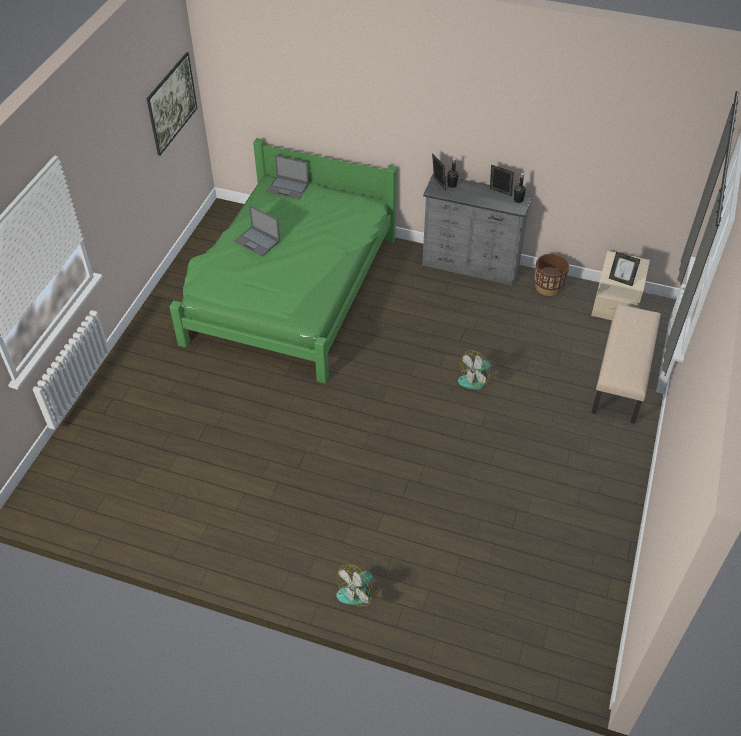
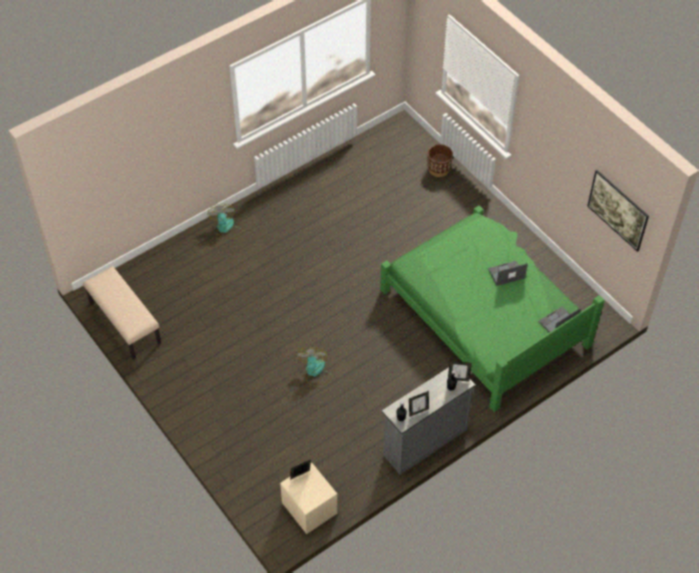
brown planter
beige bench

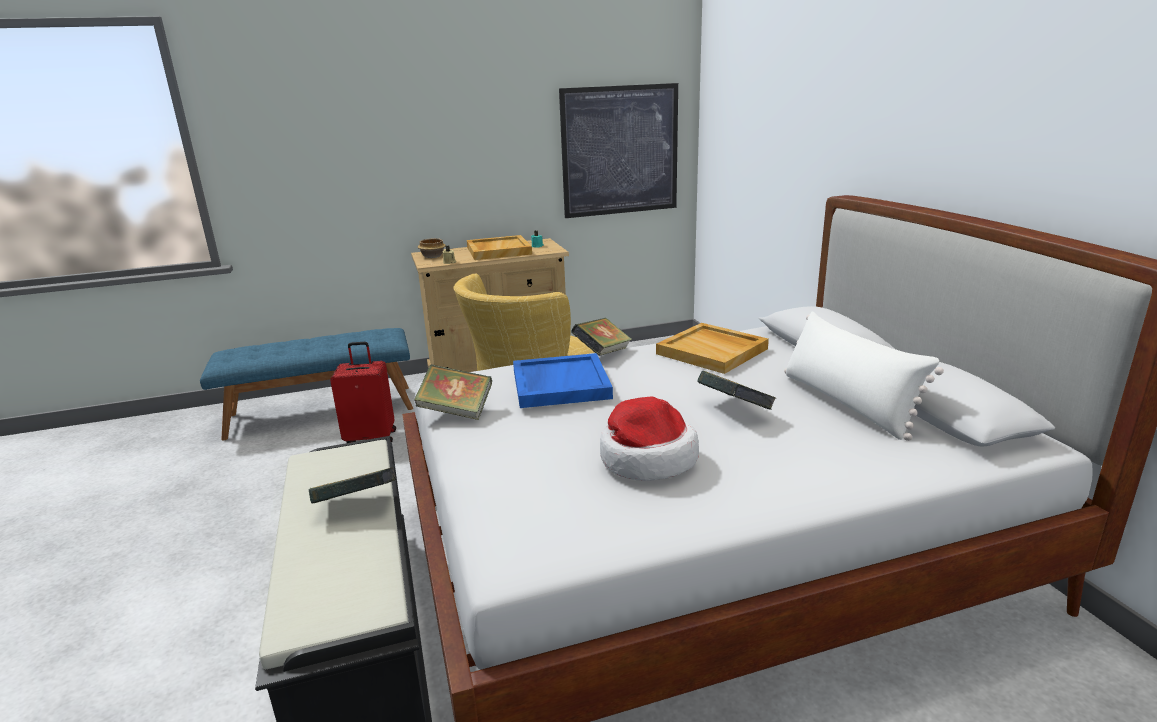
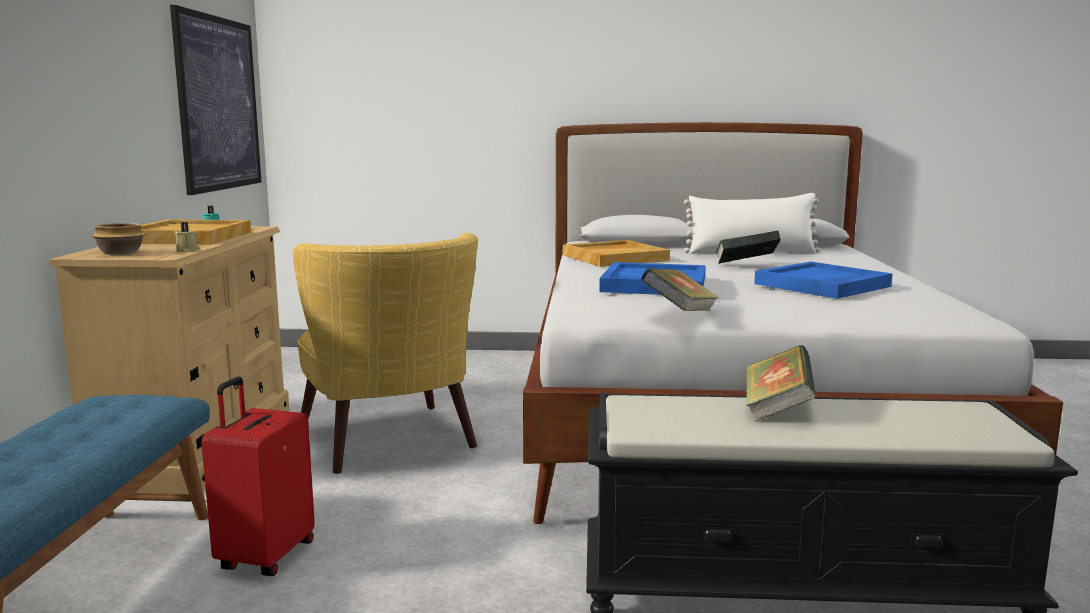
book (no. 3 from left in the first image)
blue tray (no. 2 from left)

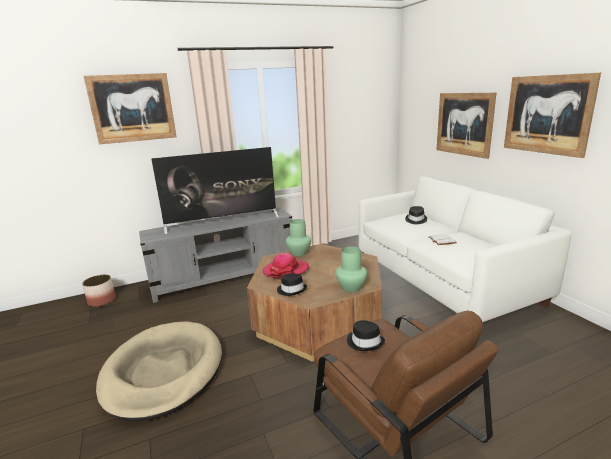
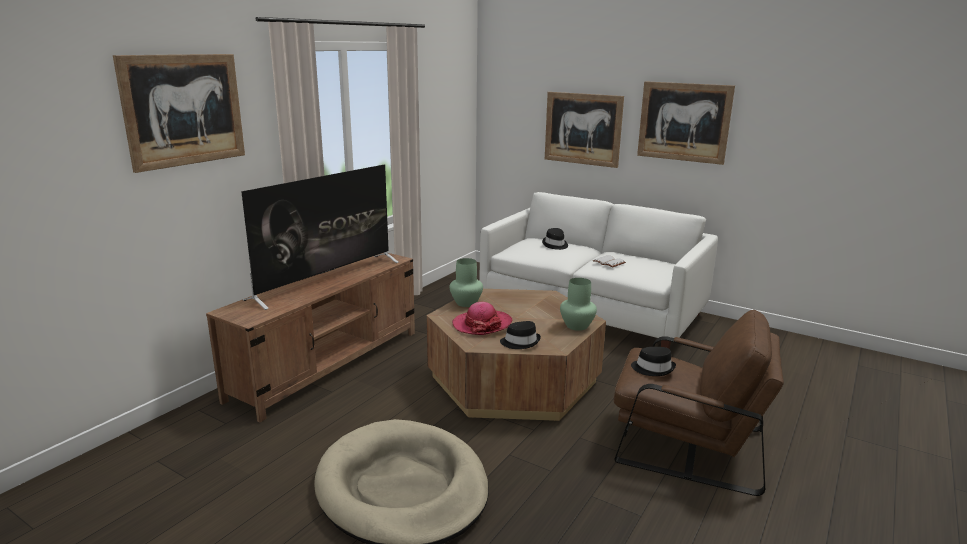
brown tv stand
planter

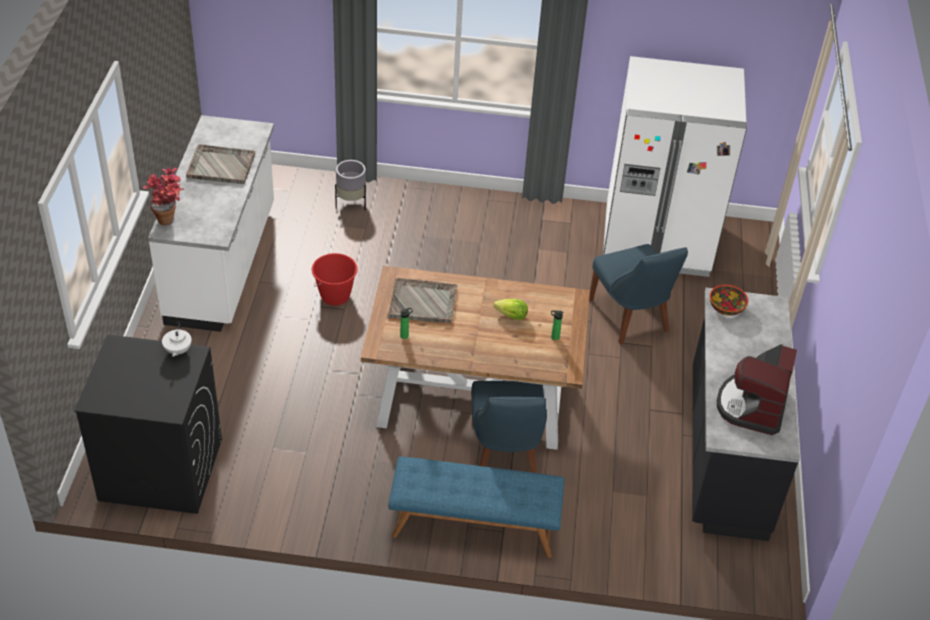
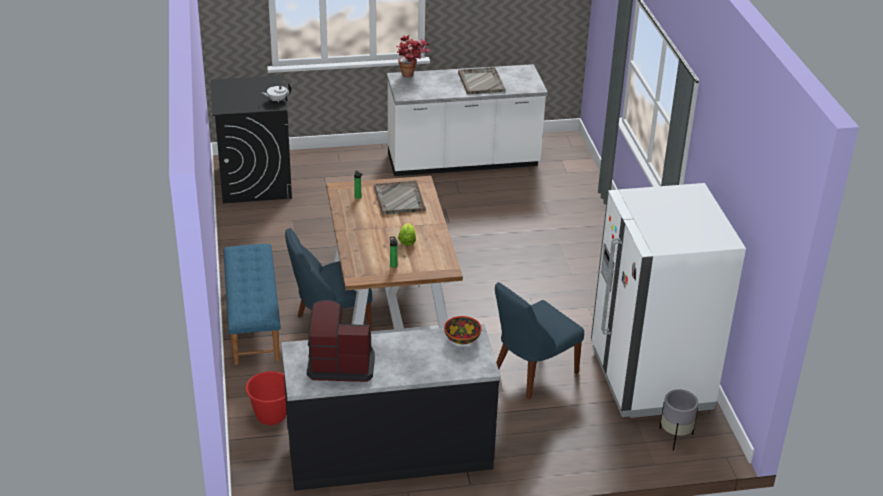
grey planter
red bucket

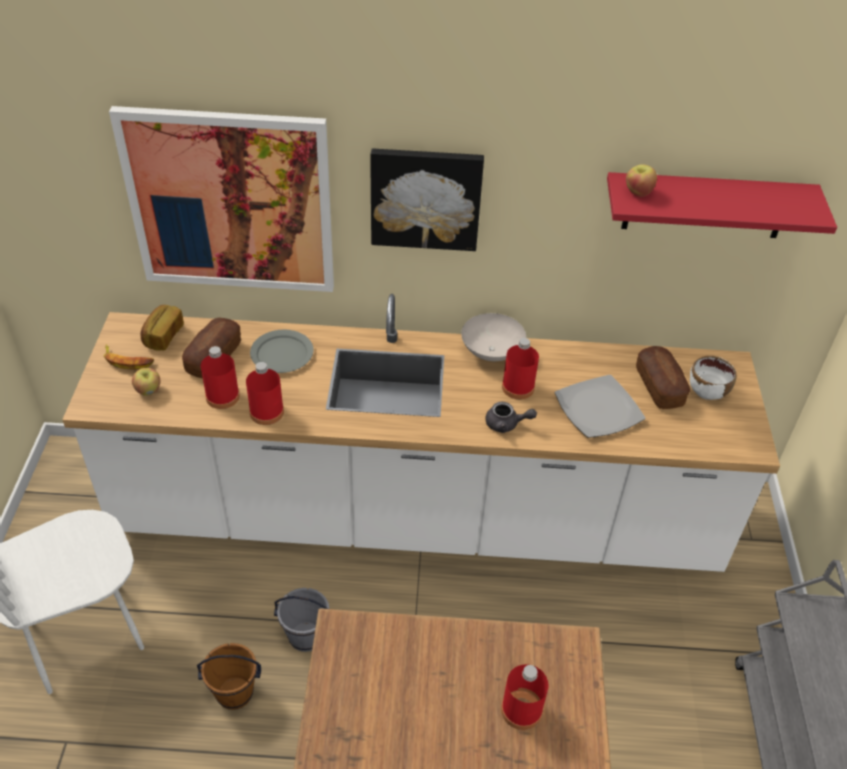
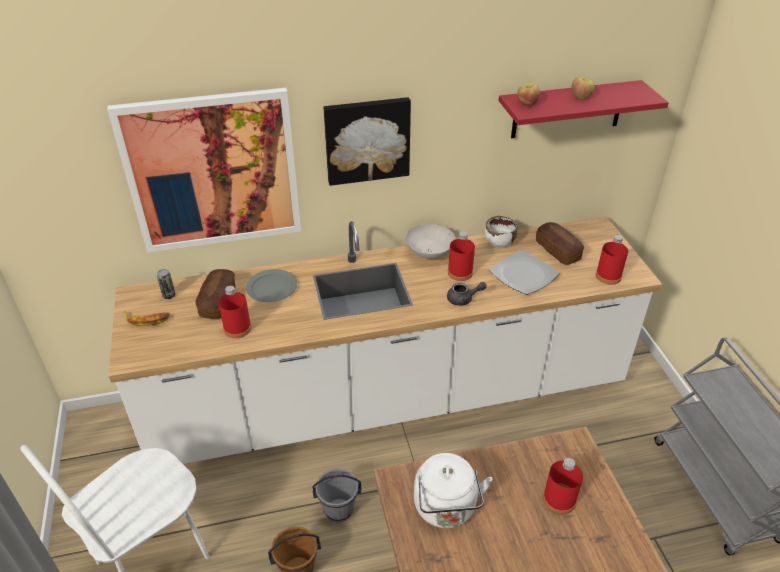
can
white bowl (no. 2 from left)
red bottle (no. 4 from left)
apple (no. 2 from left)
white kettle

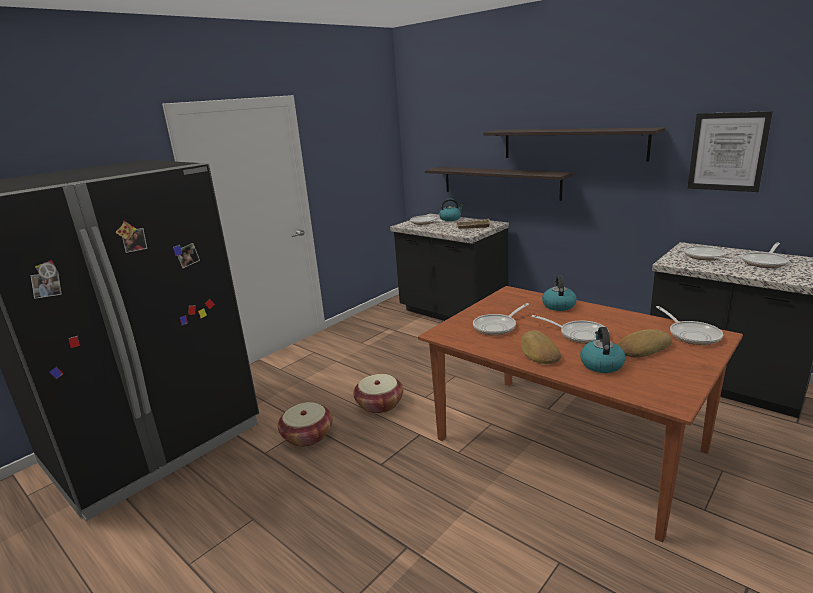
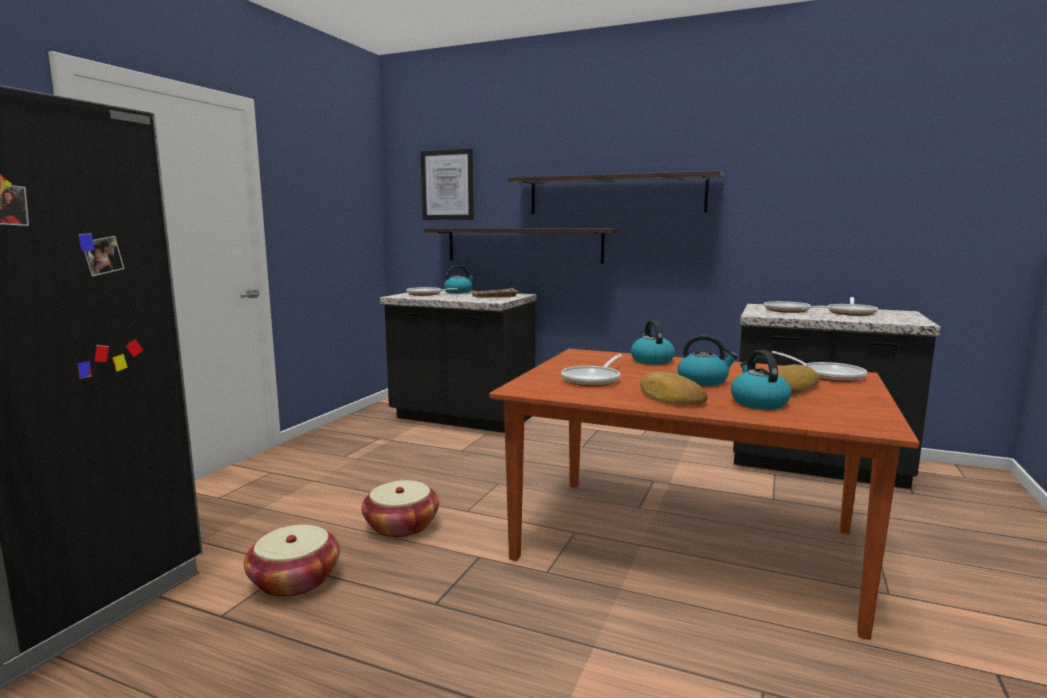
picture
kettle (no. 3 from left)

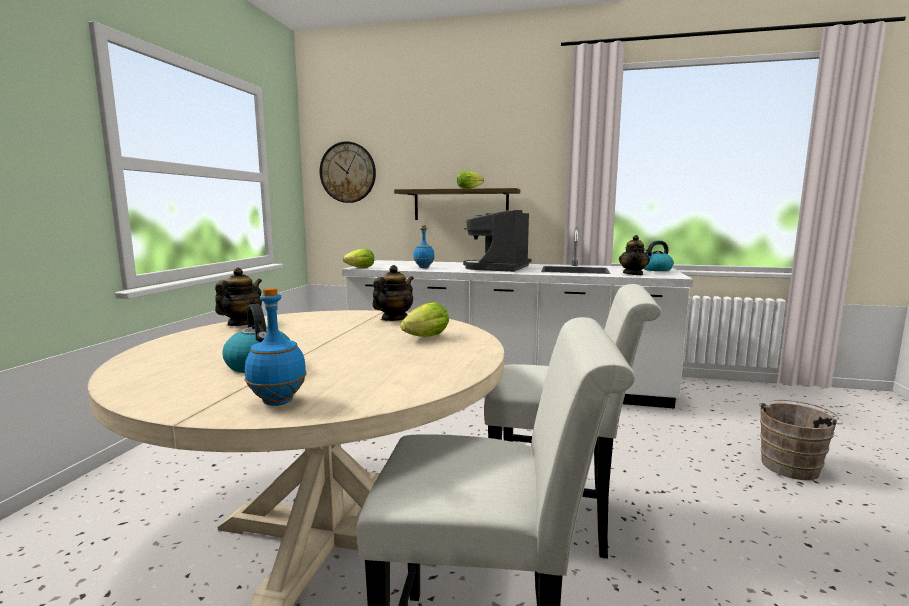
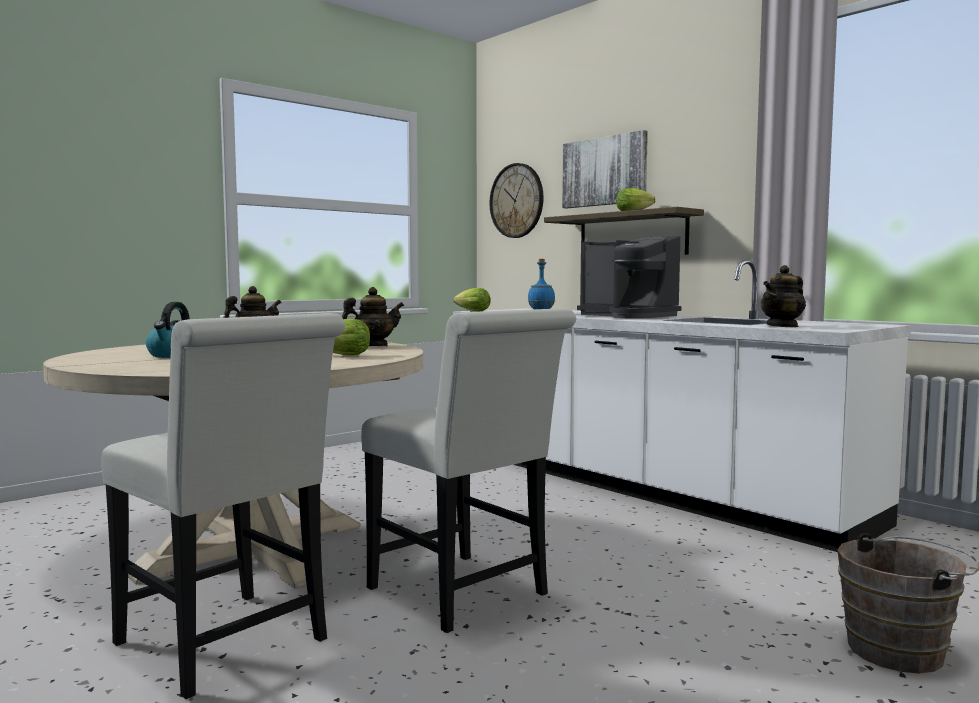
coffee machine
kettle (no. 2 from left in the first image)
blue bottle (no. 1 from left in the first image)
picture

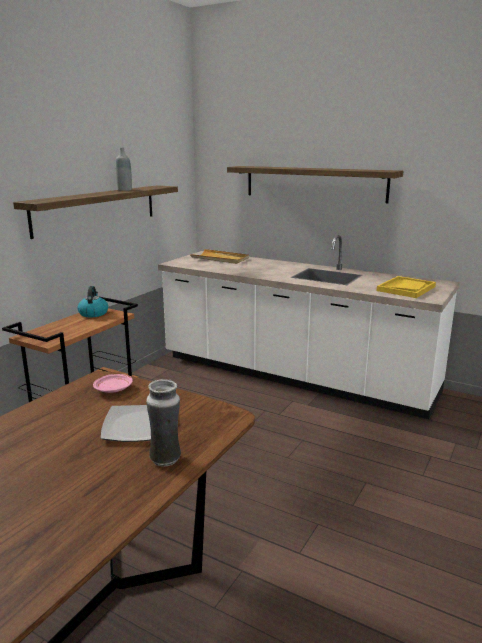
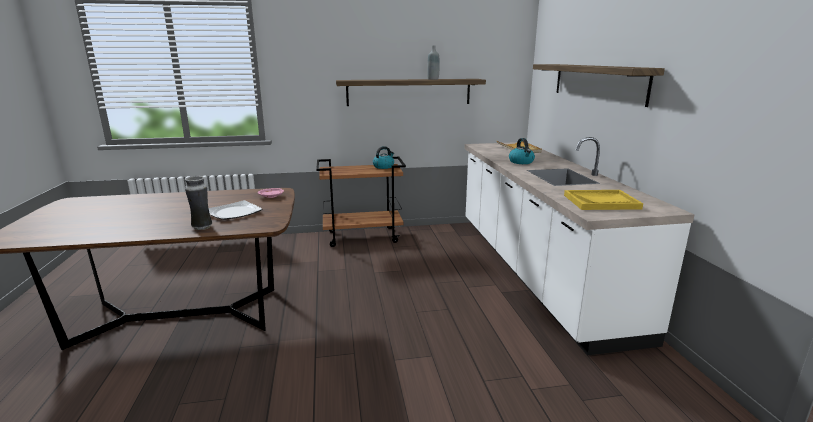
kettle (no. 2 from left)

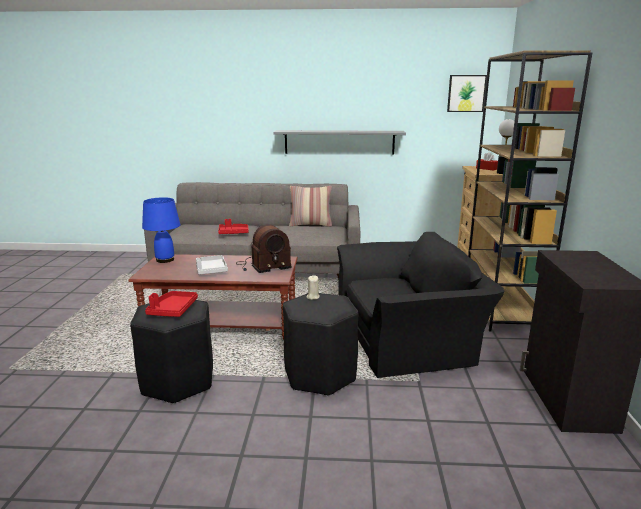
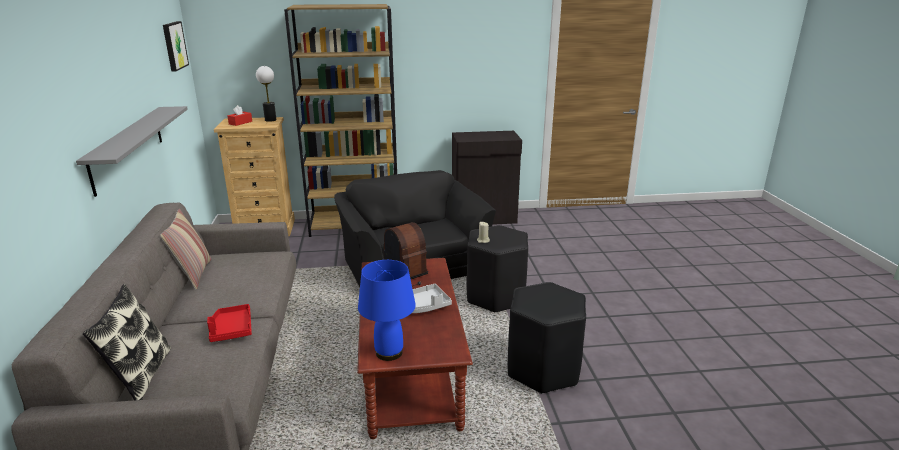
red tray (no. 1 from left in the first image)
pillow (no. 1 from left)

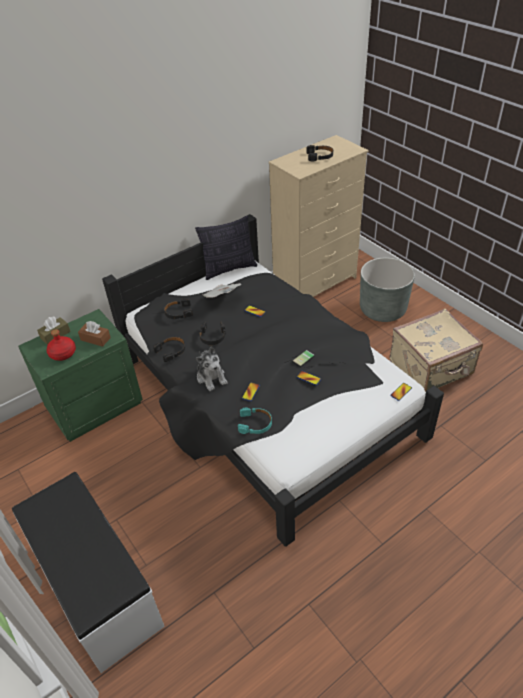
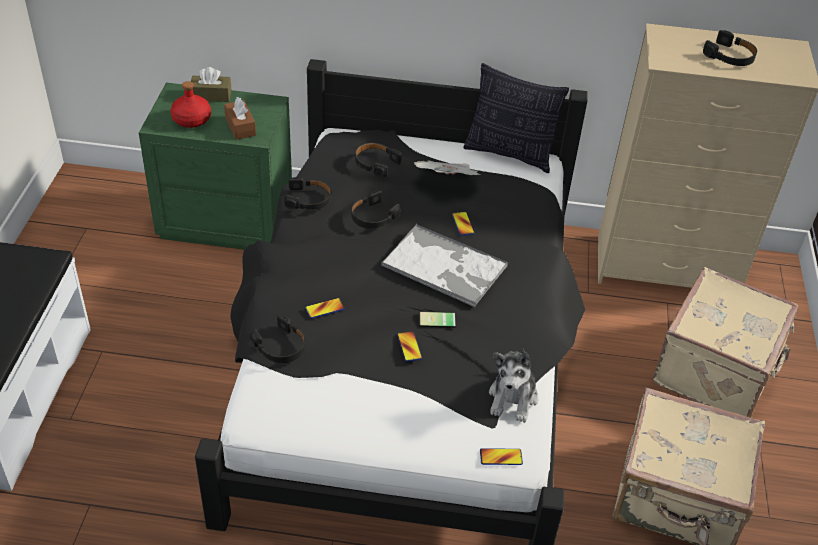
beige suitcase (no. 2 from left)
plush toy
black headphones (no. 1 from left)
tray

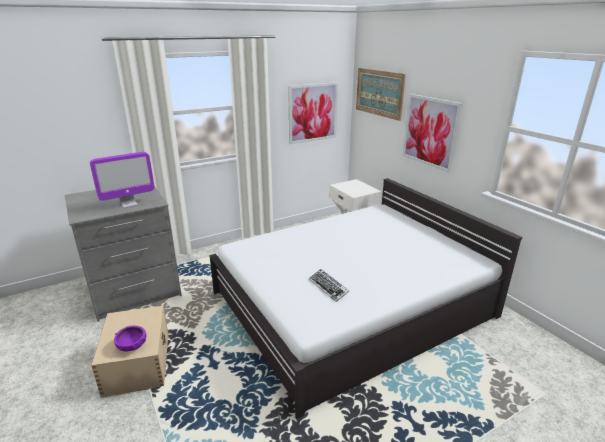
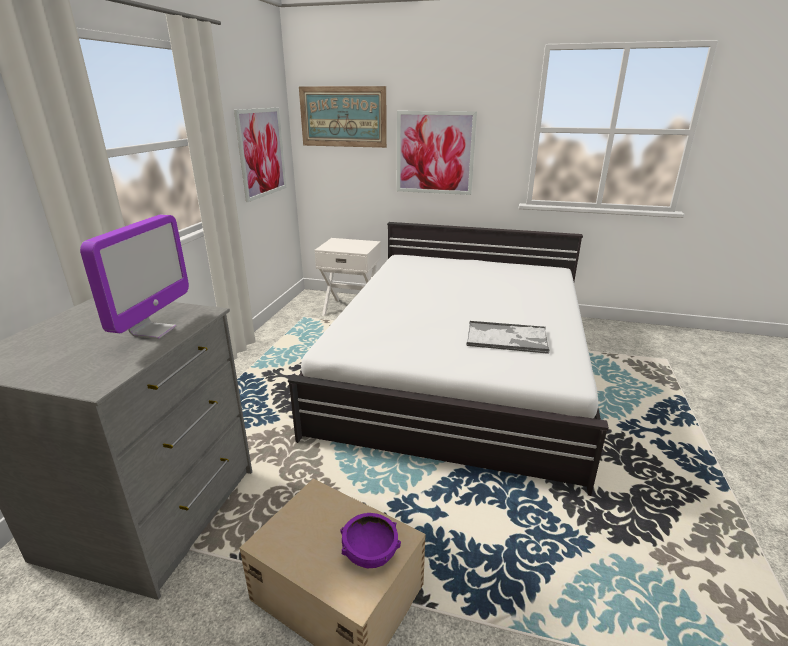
tray

